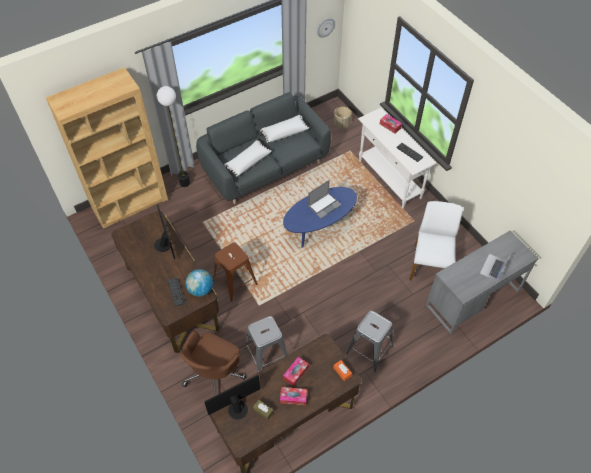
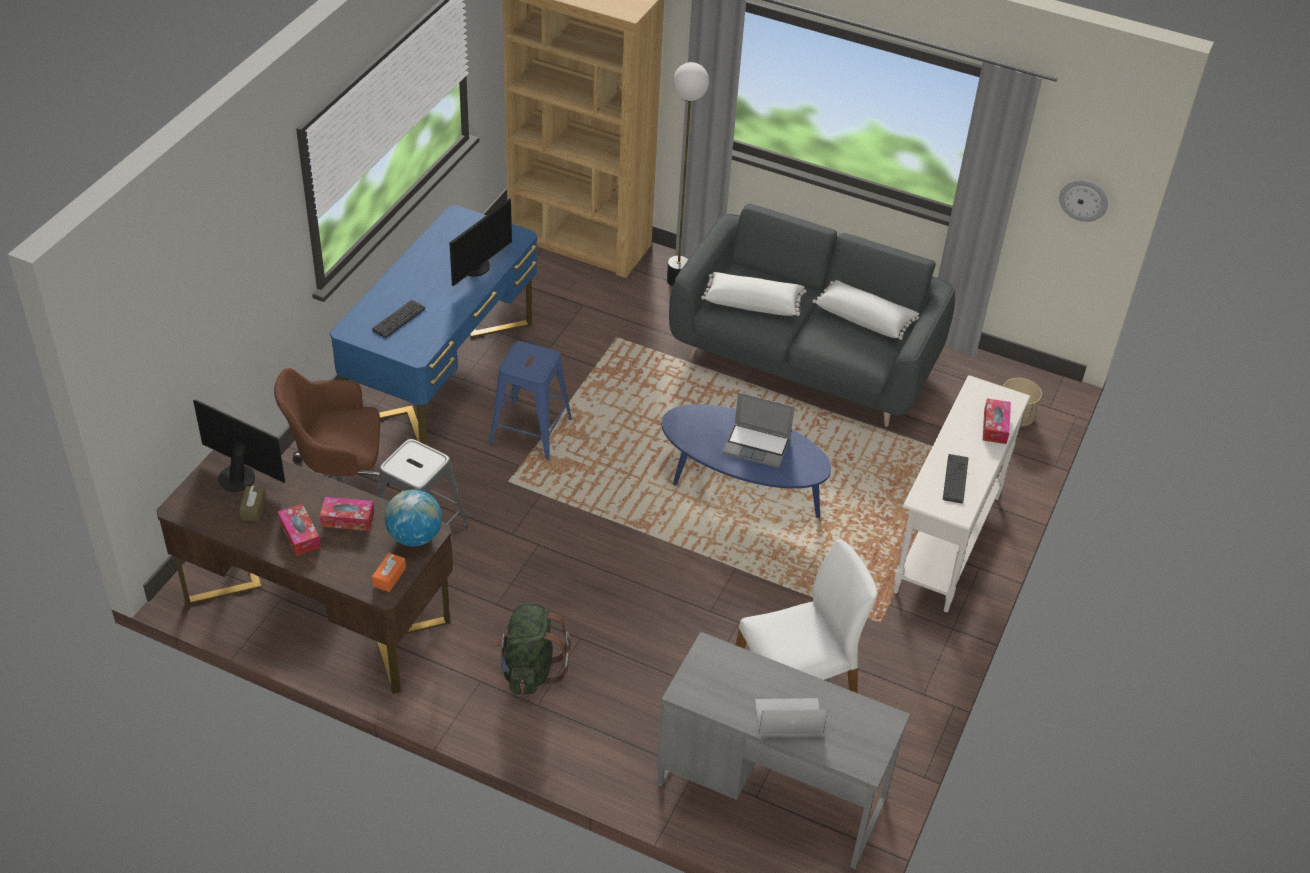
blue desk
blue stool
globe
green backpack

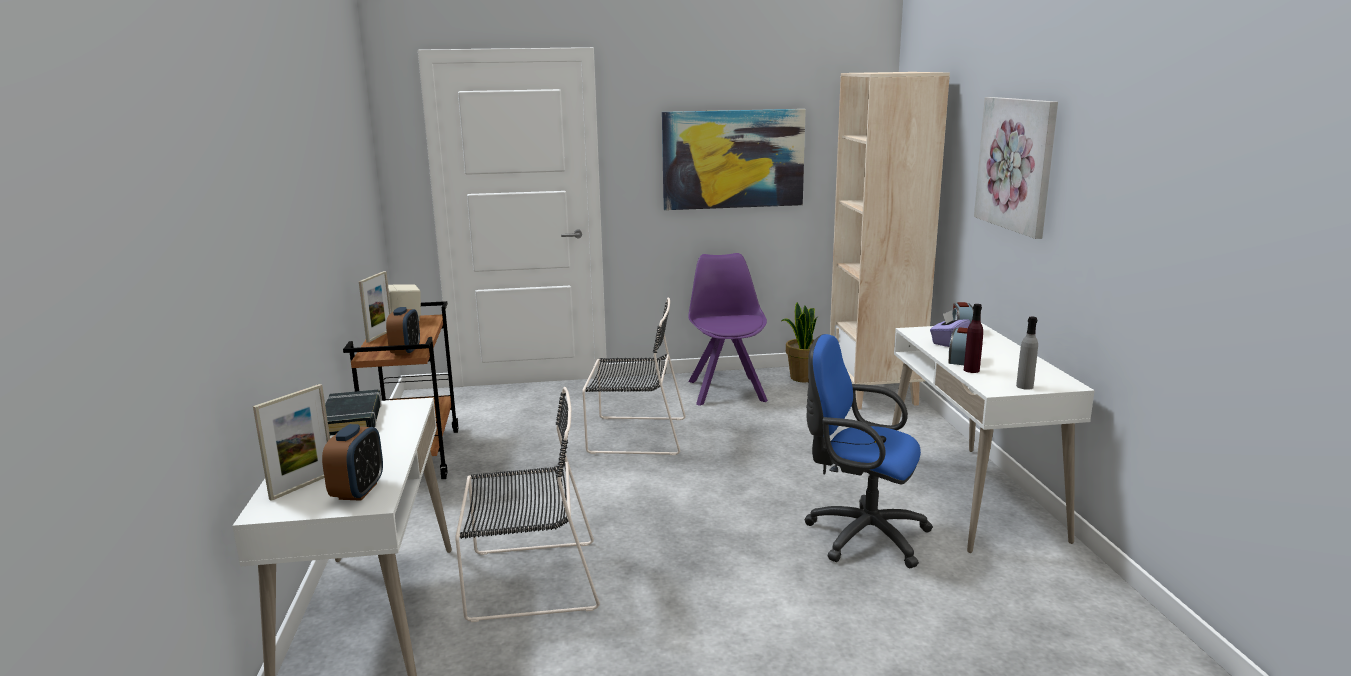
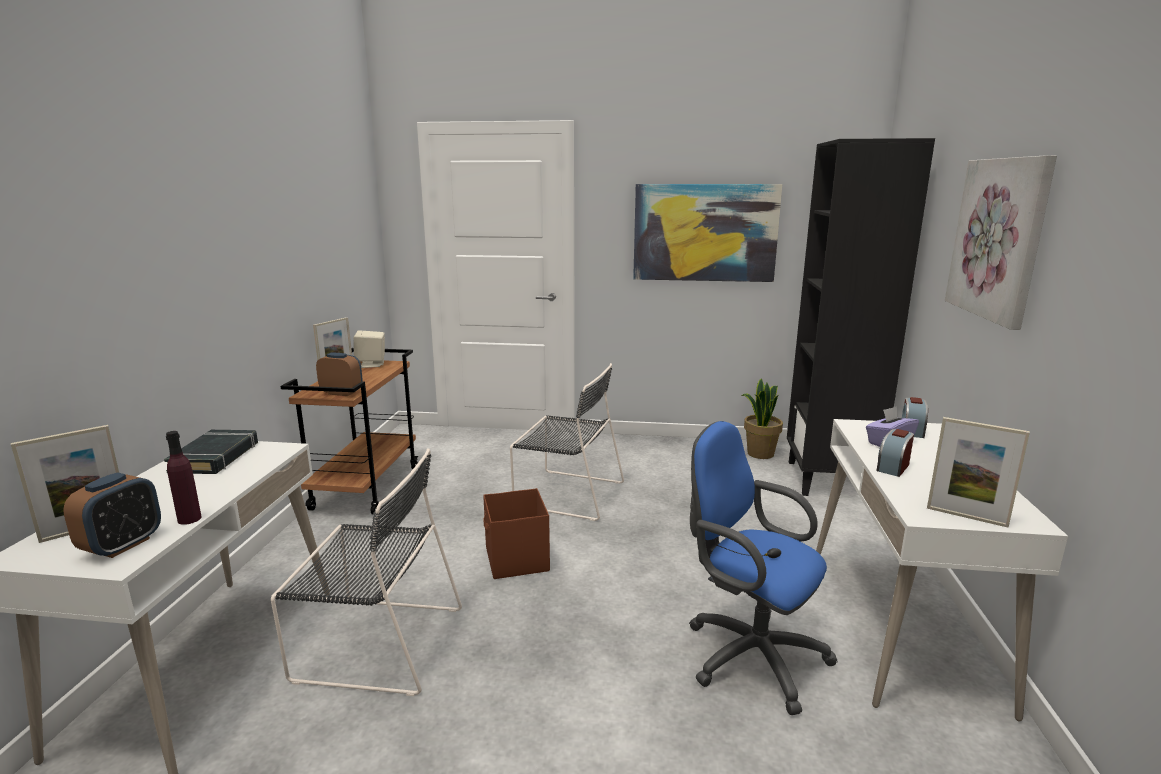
black bookcase
purple chair
purple bottle
alarm clock (no. 2 from left)
picture frame (no. 3 from left)
brown storage box

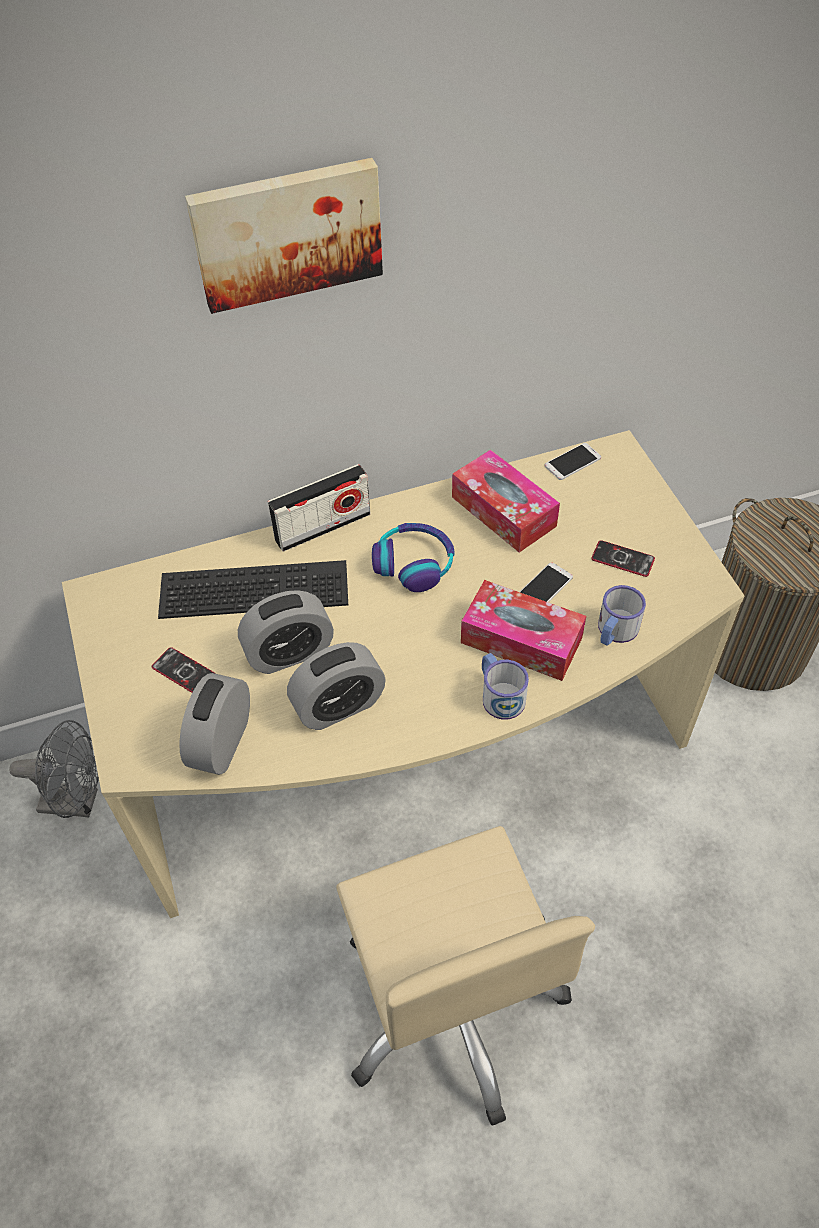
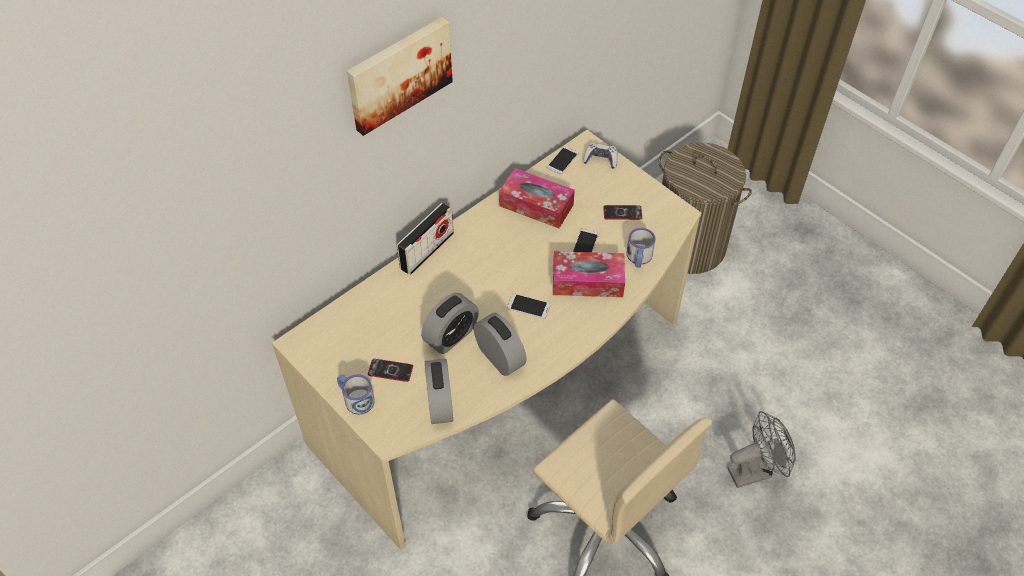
headphones
keyboard
alarm clock (no. 3 from left)
mug (no. 1 from left)
grey fan
game controller
phone (no. 2 from left)

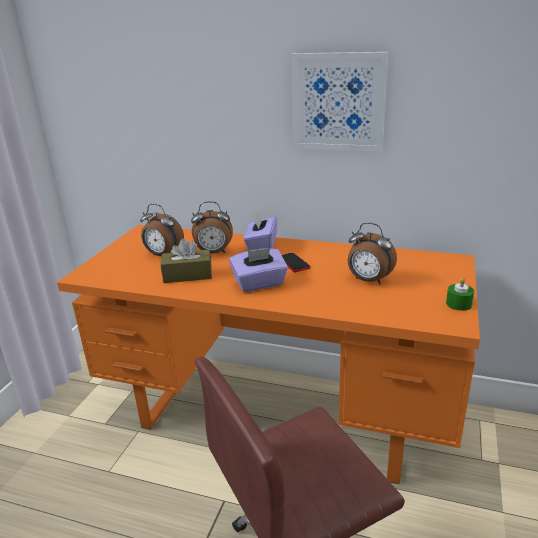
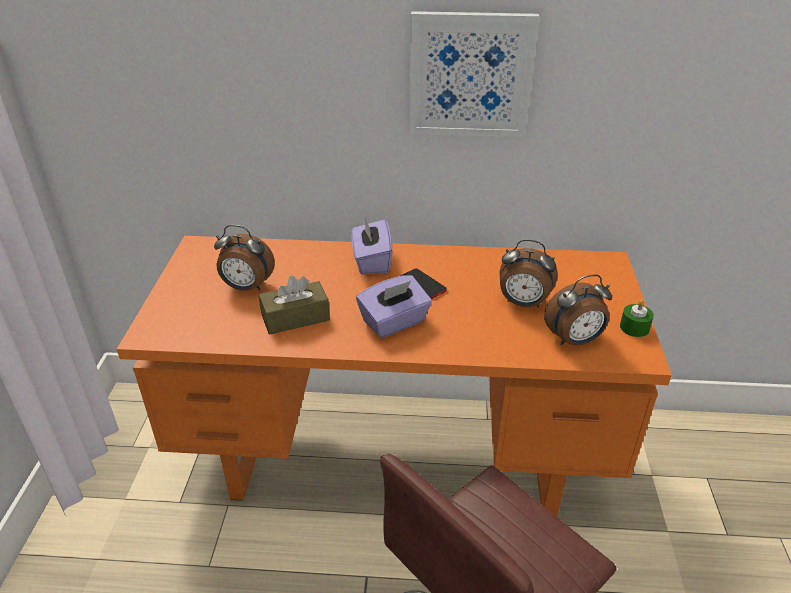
alarm clock (no. 3 from left)

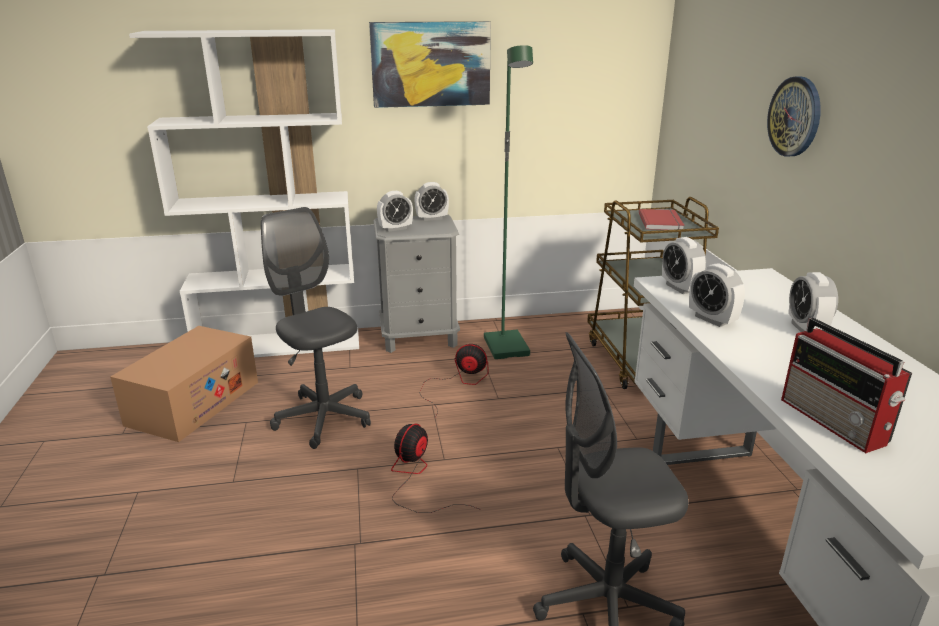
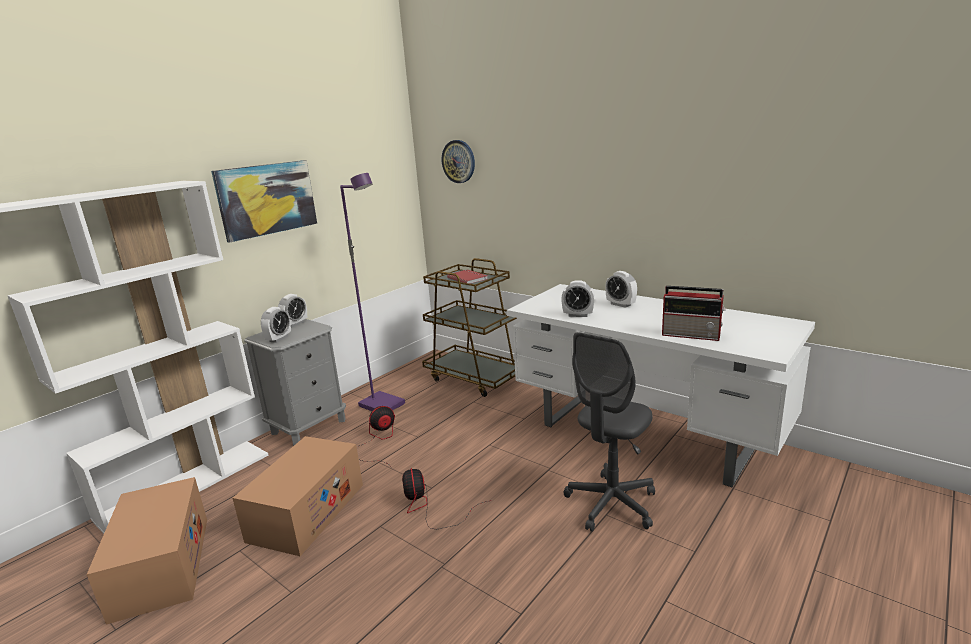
purple floor lamp
wall clock
cardboard box (no. 2 from left)
alarm clock (no. 3 from left in the first image)

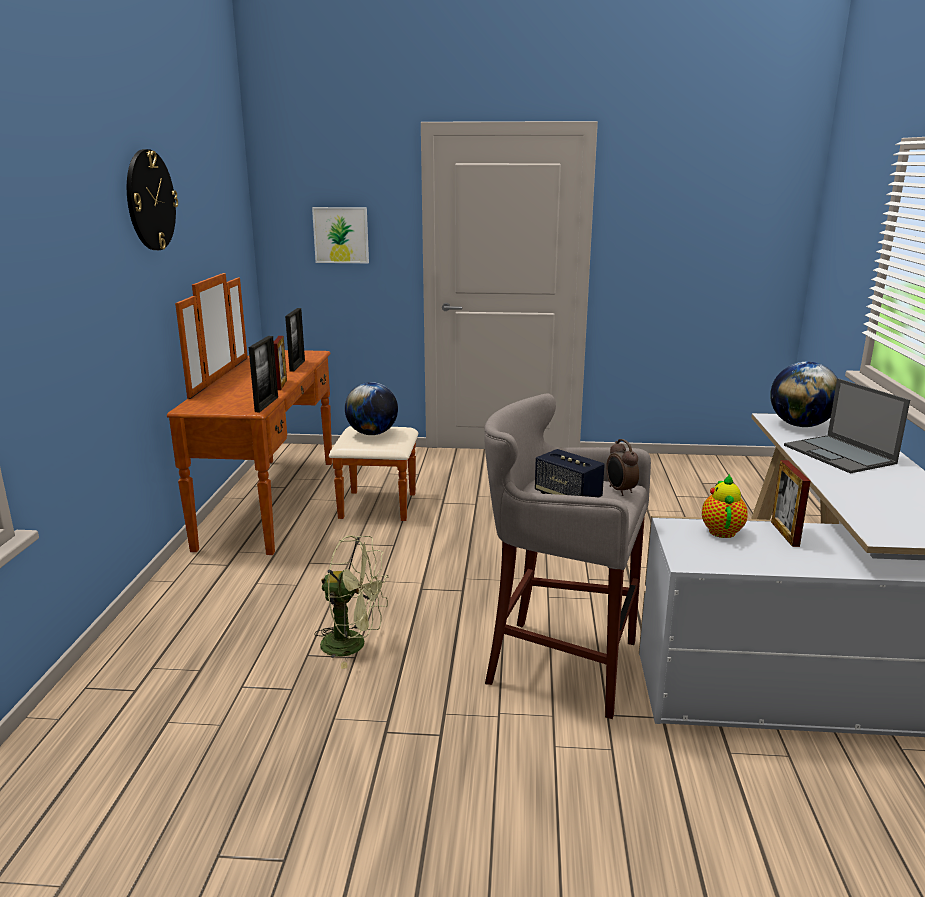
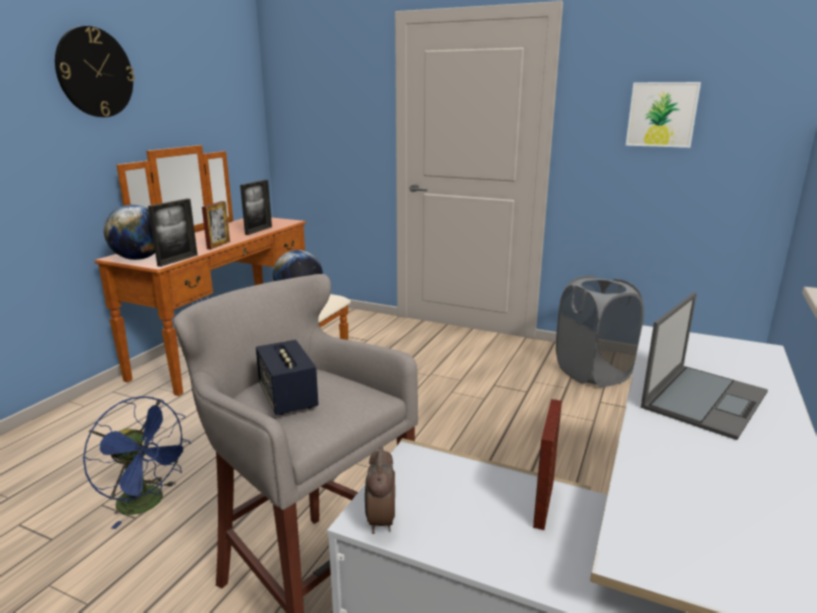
picture
globe (no. 1 from left)
laptop
alarm clock
teapot
blue fan
grey laundry basket

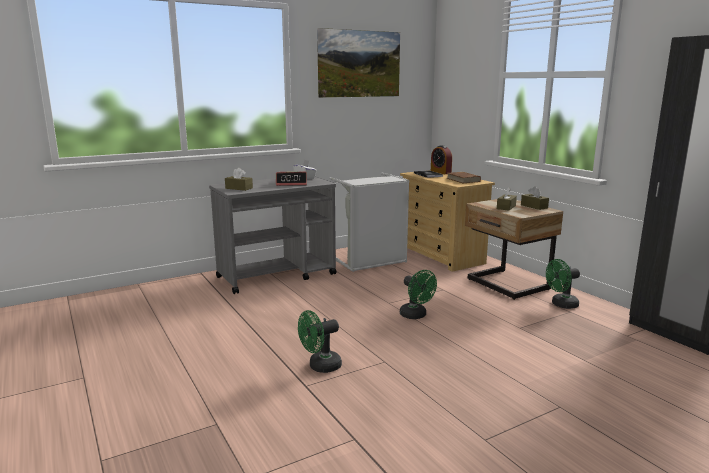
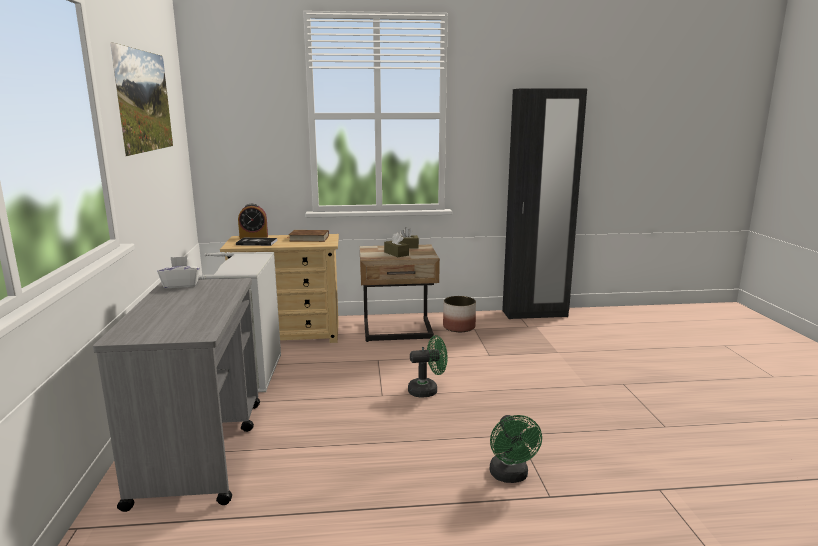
brown tissue box (no. 1 from left in the first image)
alarm clock (no. 1 from left in the first image)
planter

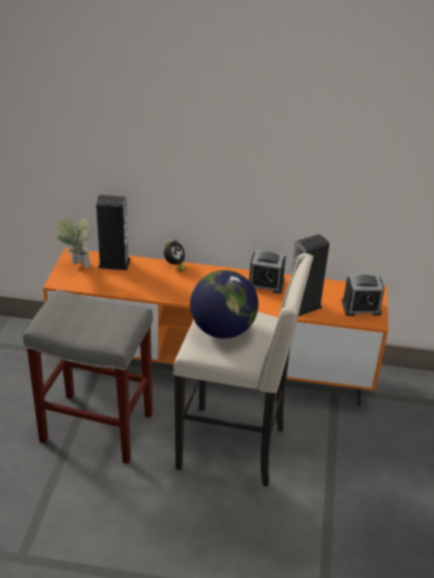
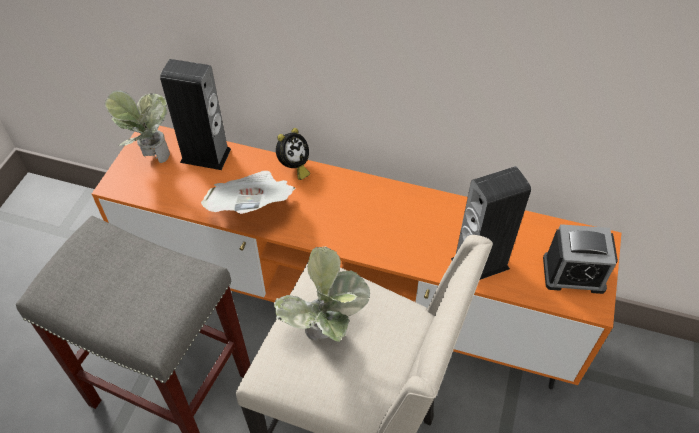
alarm clock (no. 2 from left in the first image)
potted plant (no. 2 from left)
newspaper

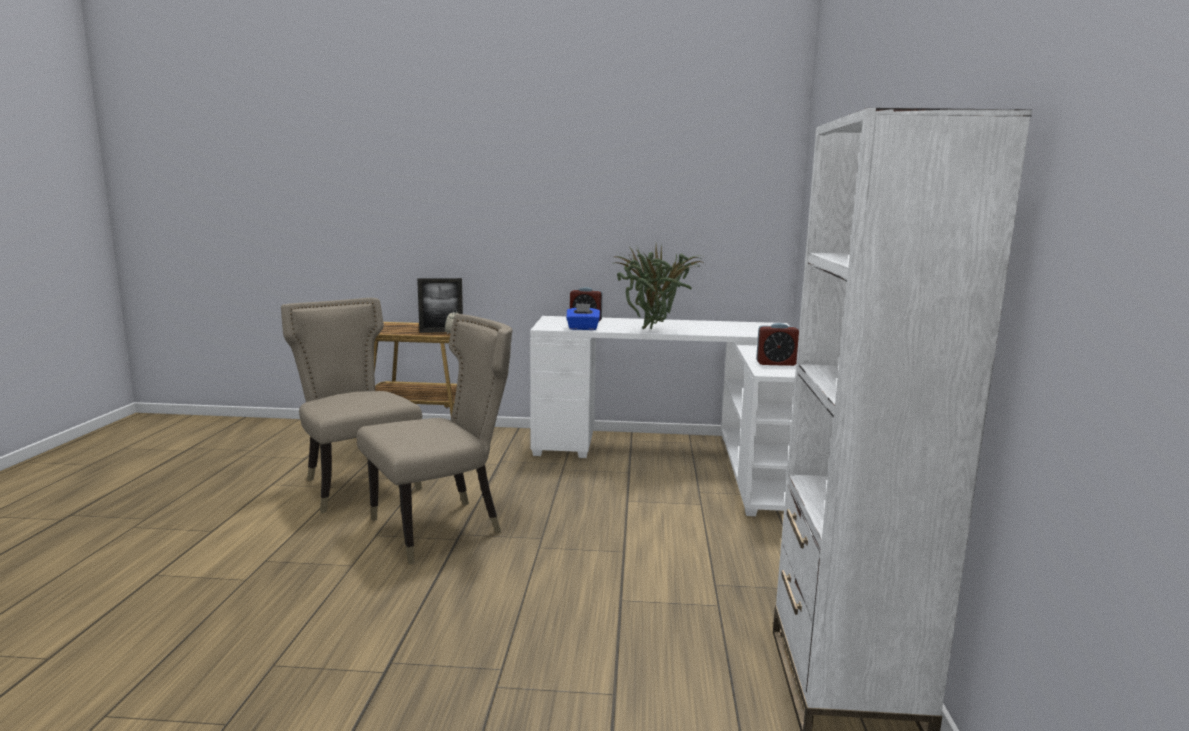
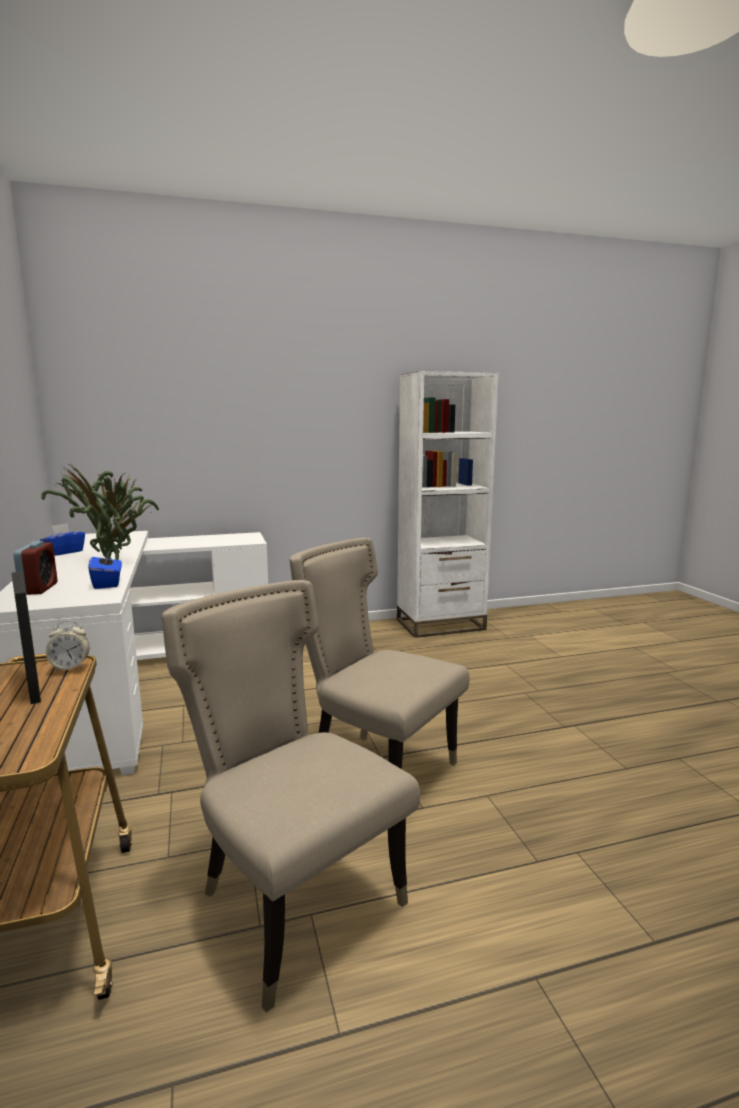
beige chair (no. 1 from left)
alarm clock (no. 3 from left in the first image)
blue tissue box (no. 1 from left)

